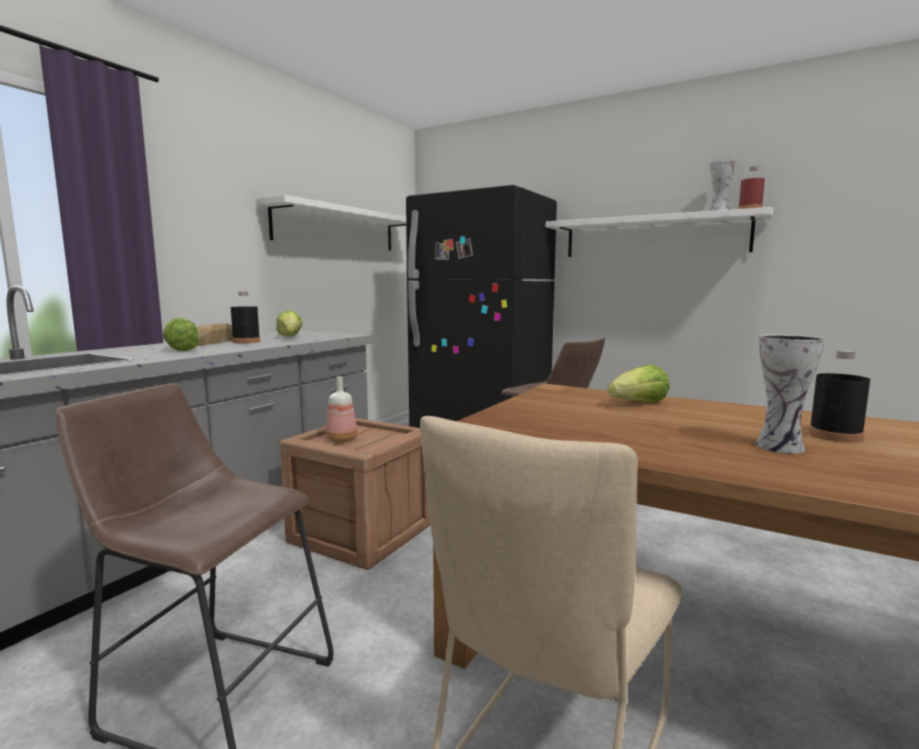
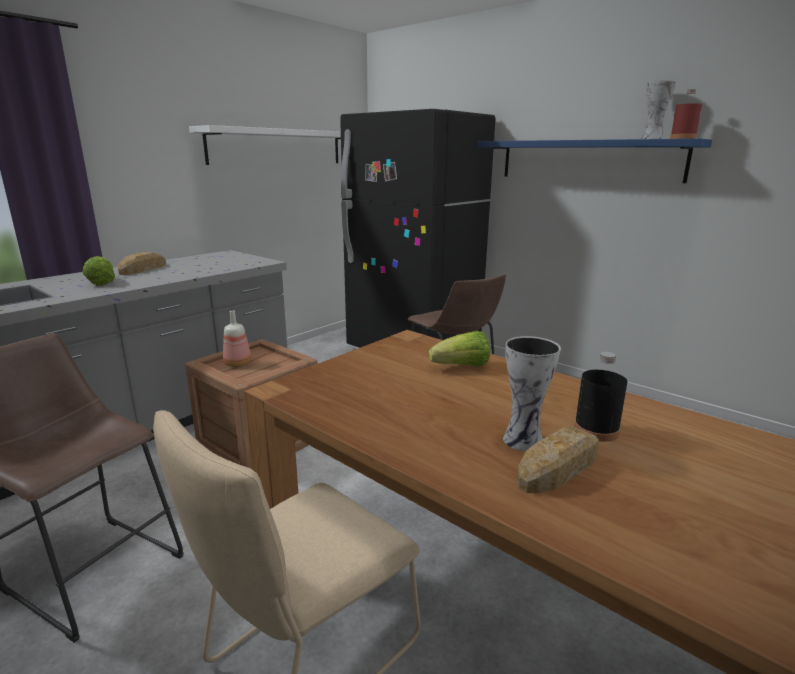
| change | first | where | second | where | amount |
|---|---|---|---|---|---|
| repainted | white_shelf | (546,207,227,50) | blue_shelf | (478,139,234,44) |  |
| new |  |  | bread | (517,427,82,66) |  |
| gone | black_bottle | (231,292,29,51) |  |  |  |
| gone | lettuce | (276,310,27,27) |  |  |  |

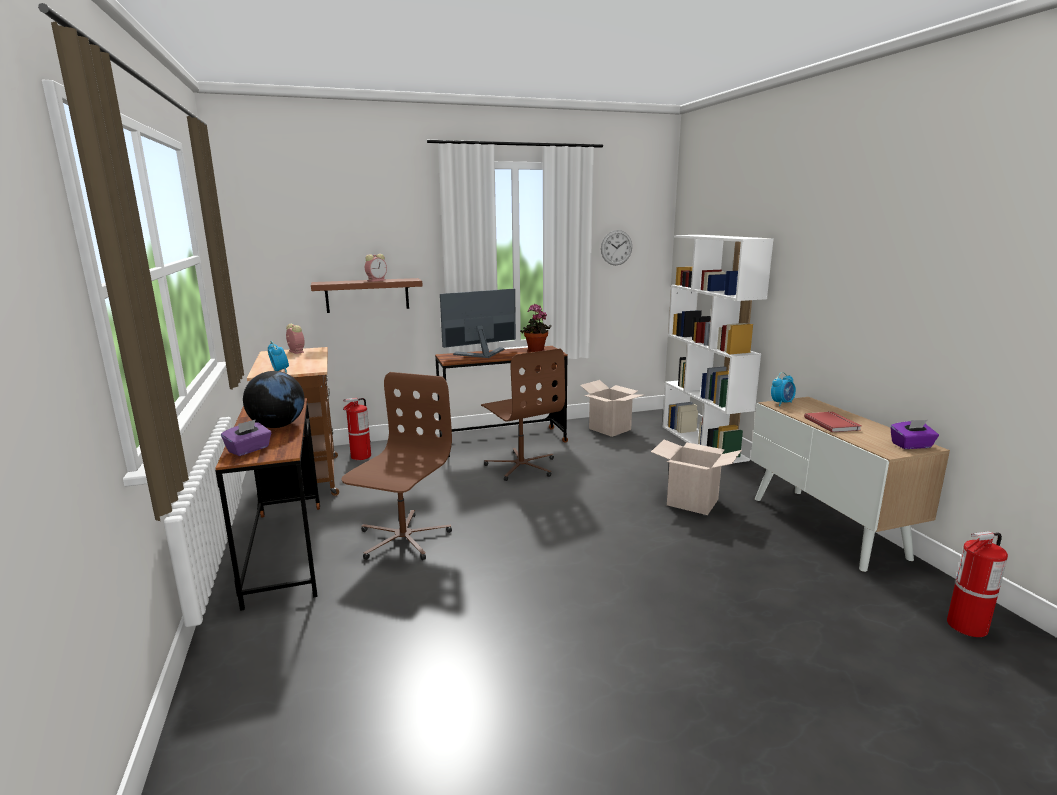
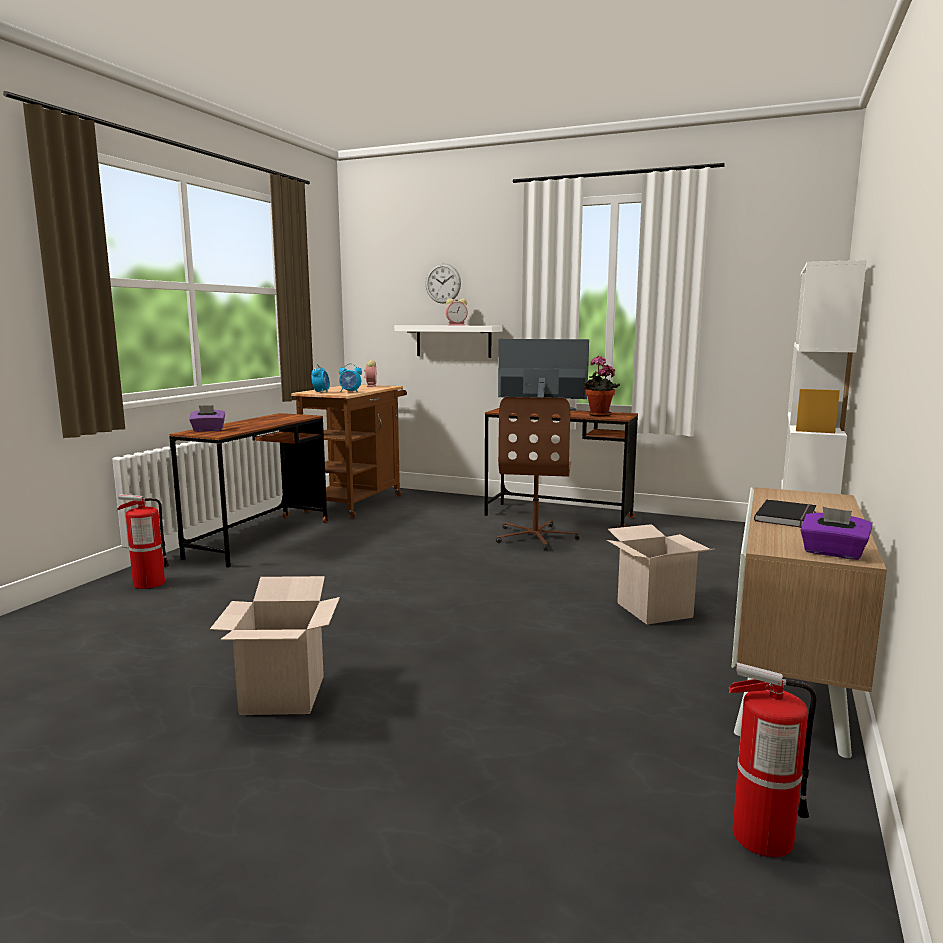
| change | first | where | second | where | amount |
|---|---|---|---|---|---|
| shifted | fire_extinguisher | (343,398,28,62) |  | (117,494,53,95) |  |
| shifted | cardboard_box | (580,380,63,57) |  | (210,576,130,139) |  |
| shifted | alarm_clock | (771,372,25,34) |  | (339,363,23,29) |  |
| repainted | brown_shelf | (311,278,112,35) | white_shelf | (394,325,108,33) |  |
| shifted | wall_clock | (601,230,31,35) |  | (426,263,35,41) |  |
| repainted | red_book | (804,411,57,21) | black_book | (754,499,62,29) |  |
| gone | globe | (243,371,62,57) |  |  |  |
| gone | brown_office_chair | (342,372,110,188) |  |  |  |

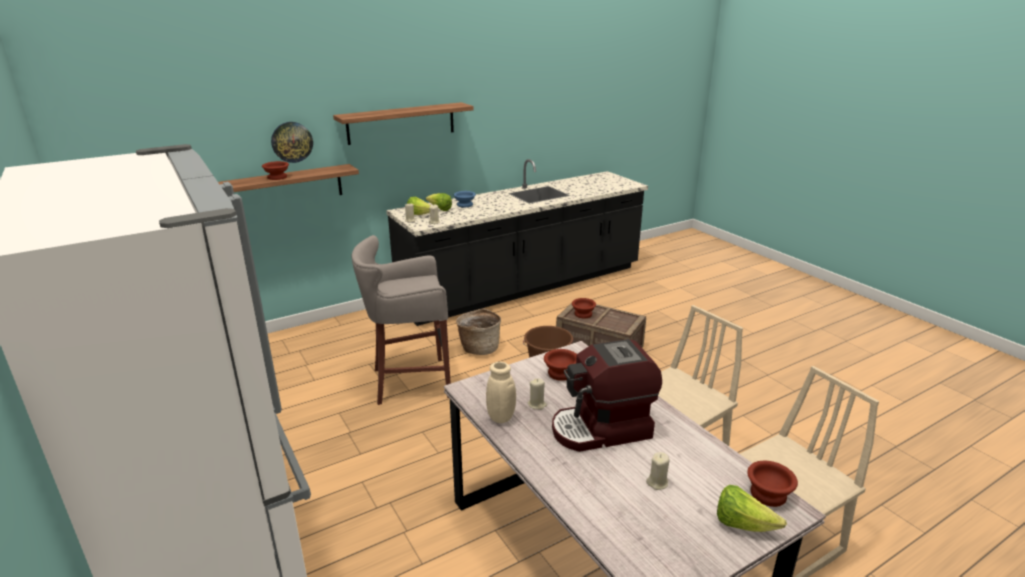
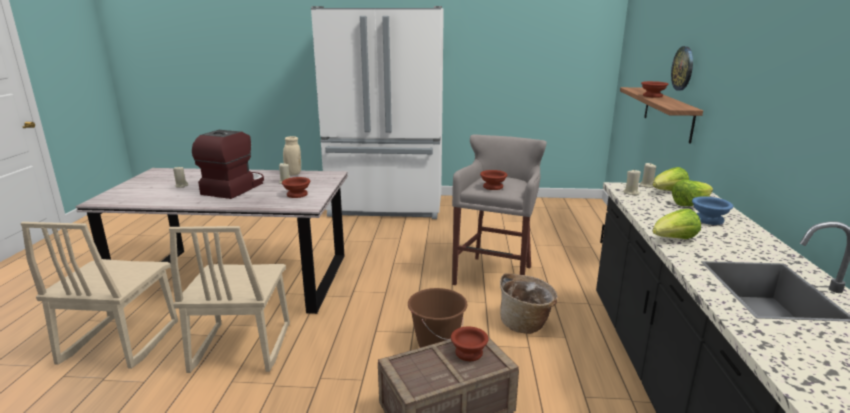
| change | first | where | second | where | amount |
|---|---|---|---|---|---|
| shifted | brown_bowl | (747,460,51,47) |  | (480,170,28,20) |  |
| shifted | lettuce | (717,485,70,47) |  | (652,209,49,30) |  |
| gone | shelf | (333,102,141,43) |  |  |  |

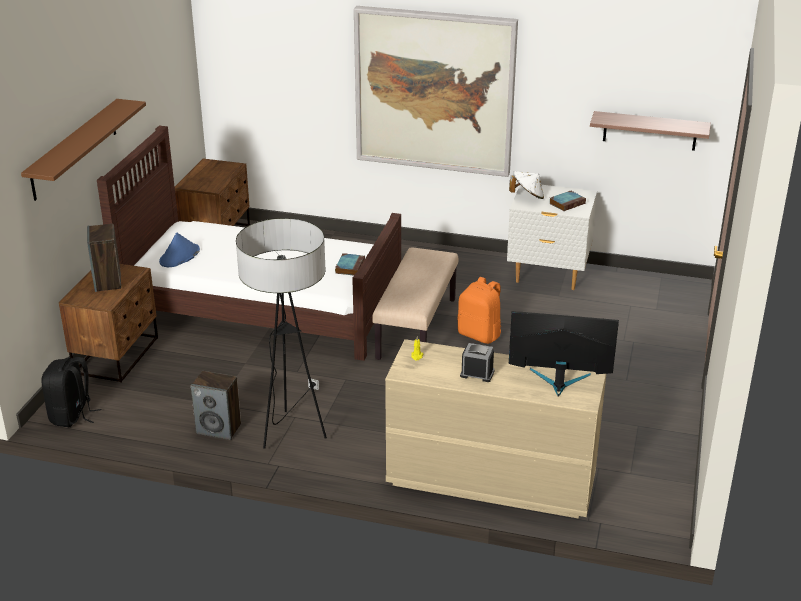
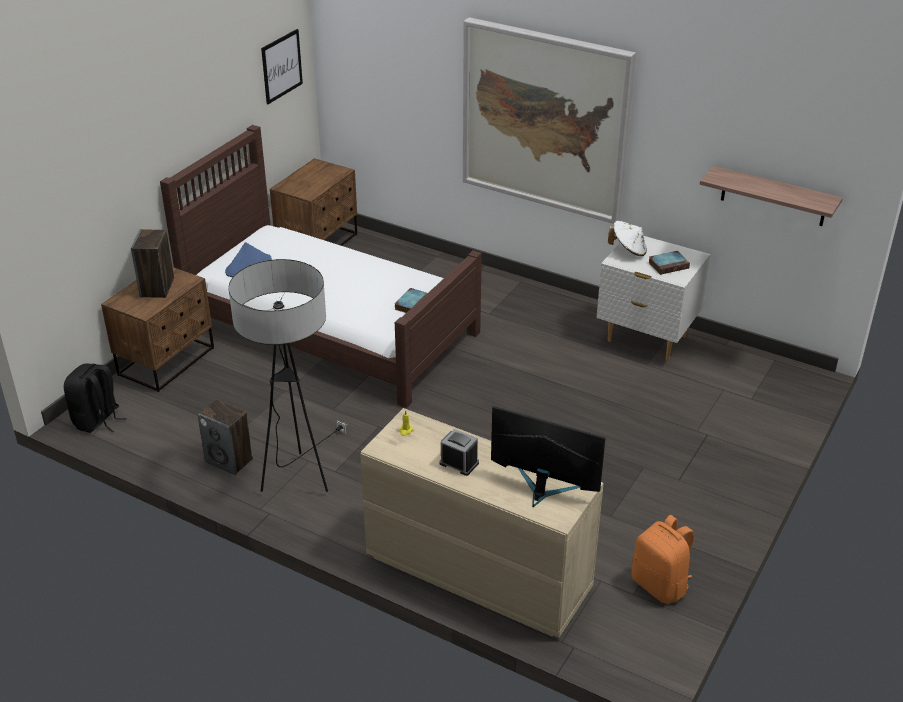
| change | first | where | second | where | amount |
|---|---|---|---|---|---|
| new |  |  | picture | (261,29,42,75) |  |
| shifted | orange_backpack | (457,277,44,67) |  | (632,515,62,88) |  |
| gone | brown_shelf | (21,99,125,102) |  |  |  |
| gone | beige_bench | (372,247,86,113) |  |  |  |

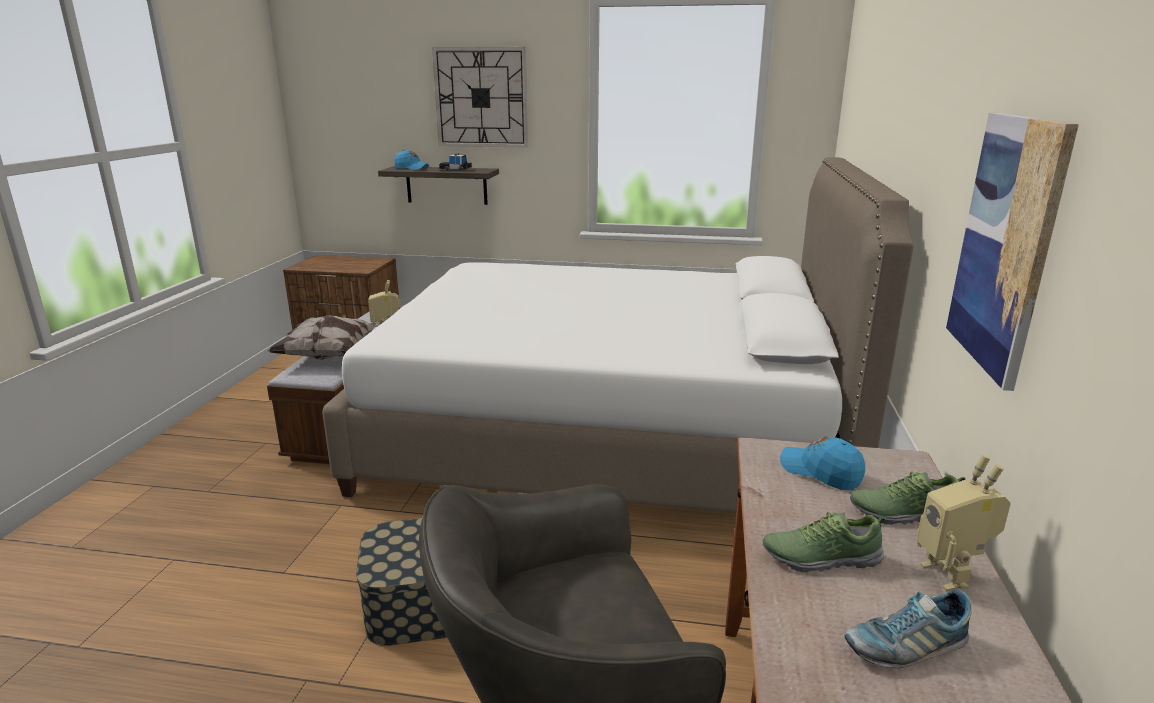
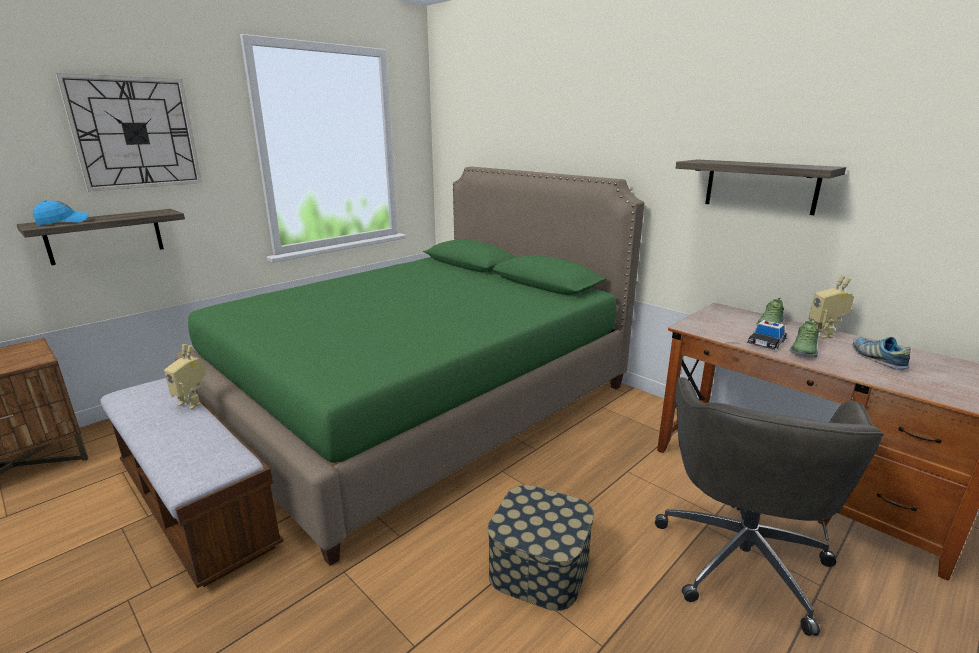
| change | first | where | second | where | amount |
|---|---|---|---|---|---|
| repainted | white_bed | (322,157,592,356) | green_bed | (175,167,469,399) |  |
| swapped | picture | (946,113,133,278) | shelf | (676,159,170,56) |  |
| shifted | toy_car | (439,153,34,18) |  | (747,320,40,30) |  |
| rotated | toy_robot | (917,455,94,137) |  | (809,275,45,64) | 60 degrees clockwise |
| rotated | shoe | (845,589,127,79) |  | (853,337,58,32) | 150 degrees clockwise |
| gone | pillow | (268,315,114,45) |  |  |  |
| gone | blue_cap | (780,436,85,54) |  |  |  |

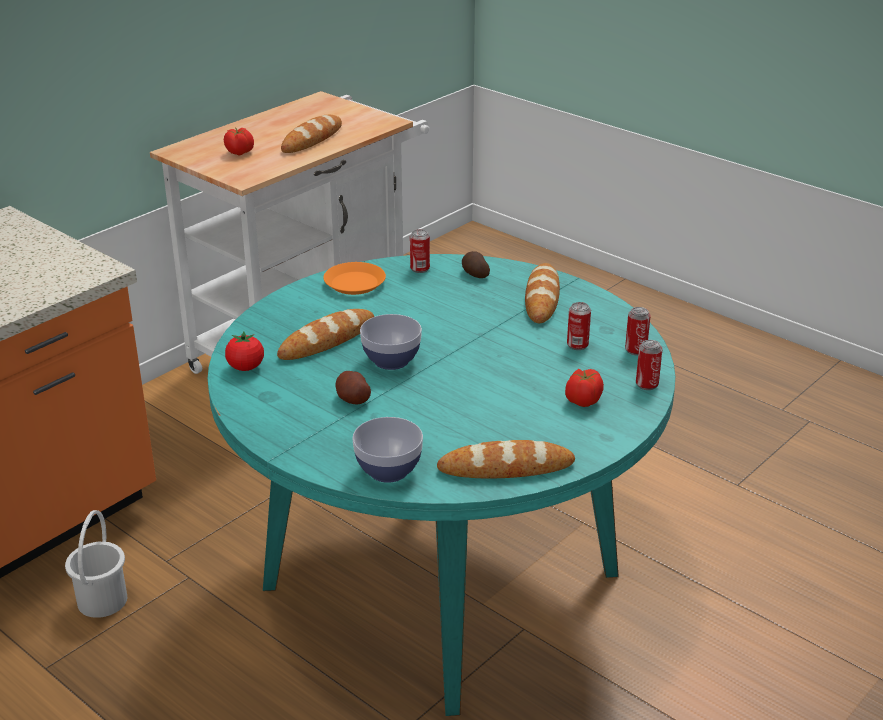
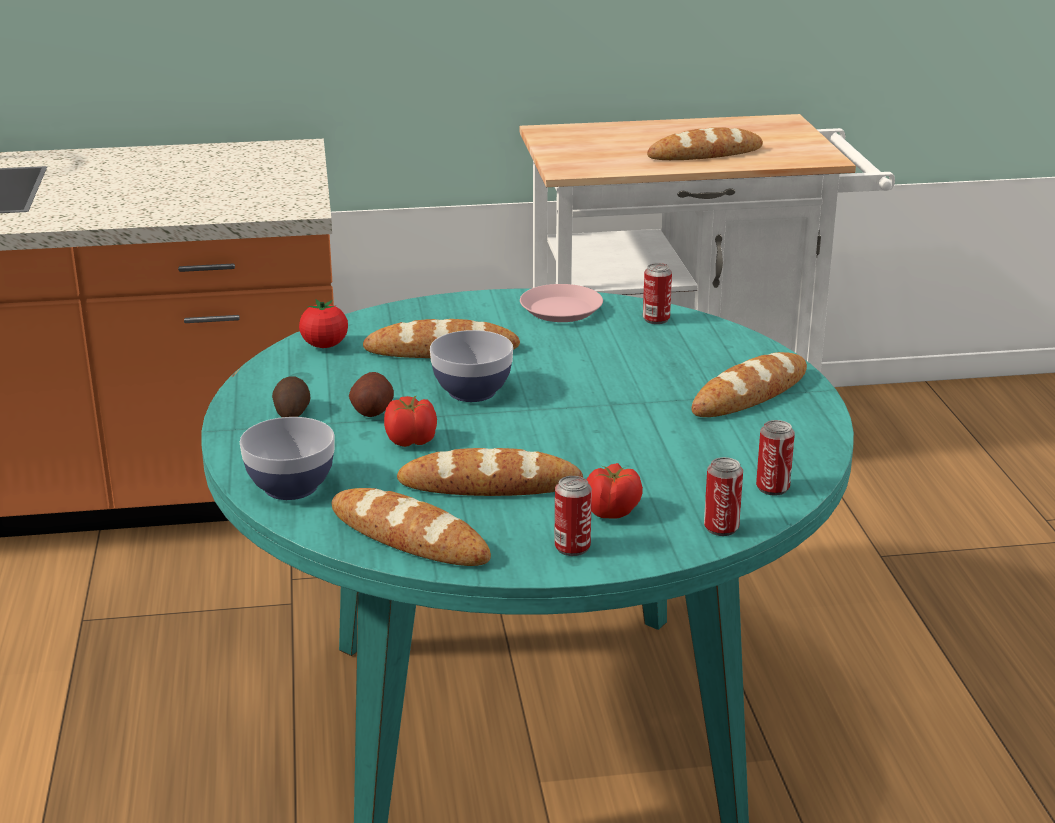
| change | first | where | second | where | amount |
|---|---|---|---|---|---|
| shifted | potato | (462,251,28,27) |  | (272,377,38,40) |  |
| shifted | tomato | (224,128,30,27) |  | (384,396,53,51) |  |
| new |  |  | bread | (397,448,186,48) |  |
| repainted | orange_plate | (323,262,63,33) | pink_plate | (520,284,83,38) |  |
| shifted | can | (567,302,24,48) |  | (554,476,38,80) |  |
| gone | white_bucket | (65,510,62,108) |  |  |  |

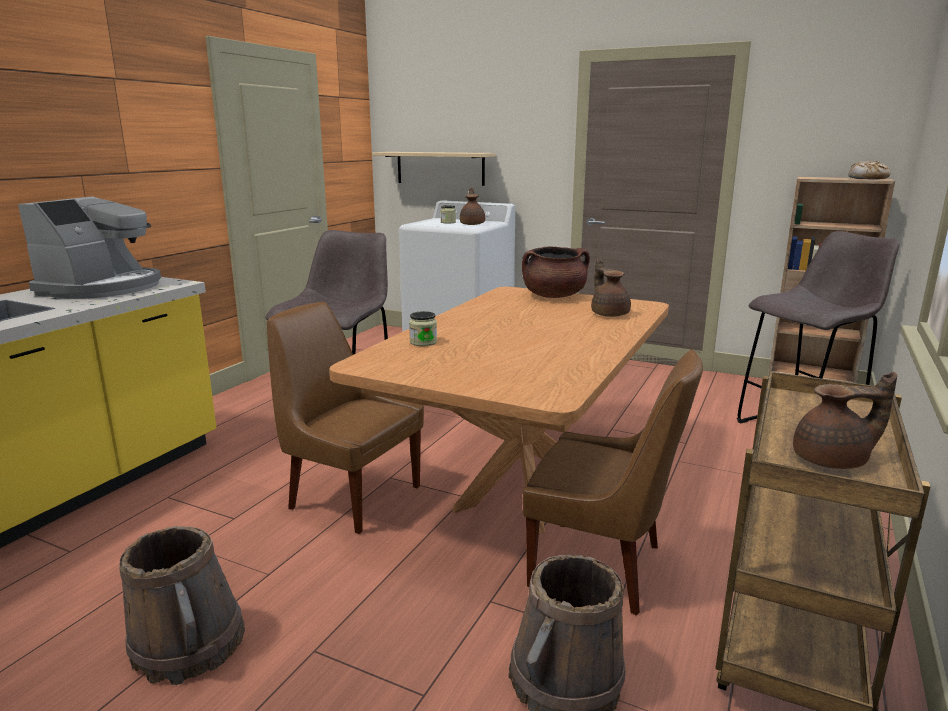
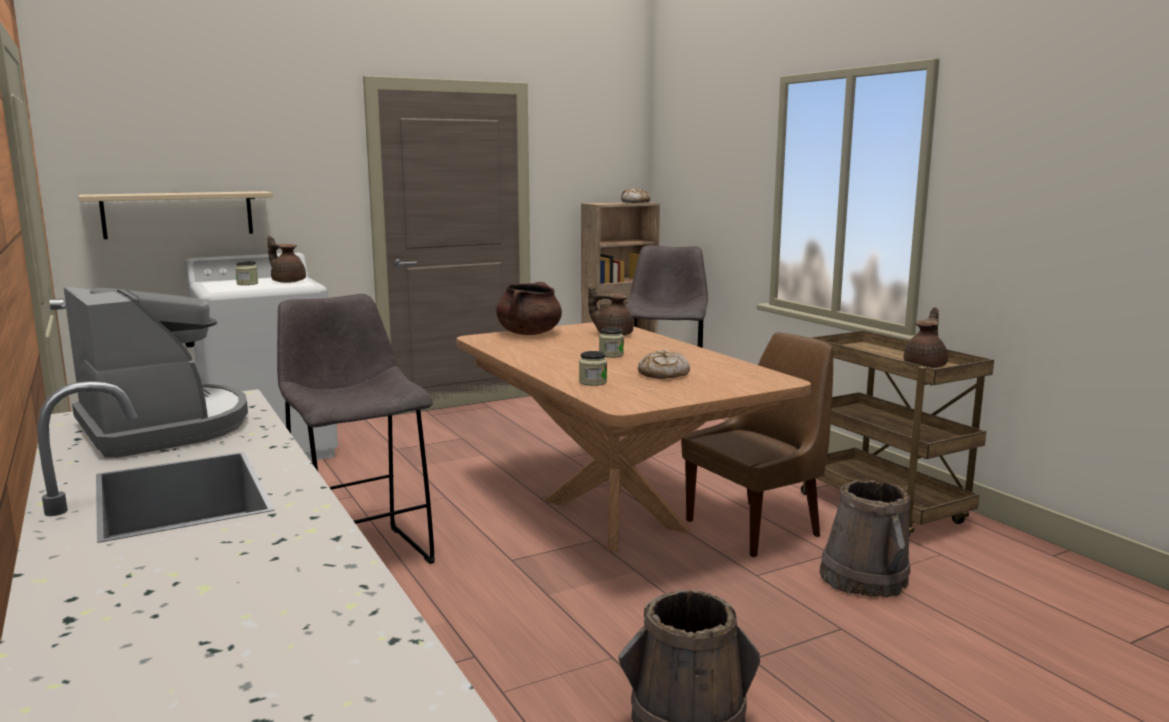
| change | first | where | second | where | amount |
|---|---|---|---|---|---|
| new |  |  | jar | (599,328,25,30) |  |
| new |  |  | bread | (638,350,52,29) |  |
| gone | brown_chair | (267,302,157,232) |  |  |  |

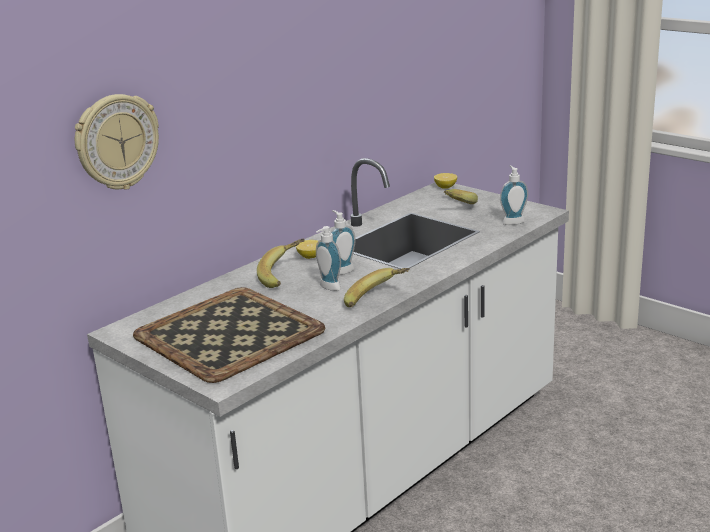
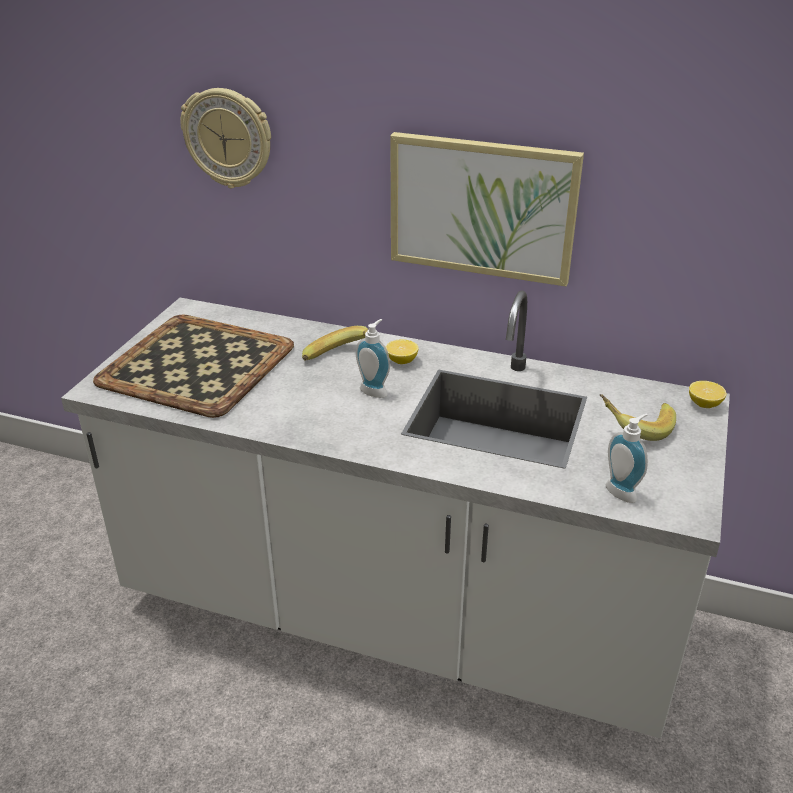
| change | first | where | second | where | amount |
|---|---|---|---|---|---|
| new |  |  | picture | (390,132,194,155) |  |
| gone | soap_dispenser | (316,226,25,65) |  |  |  |
| gone | banana | (344,268,66,39) |  |  |  |

